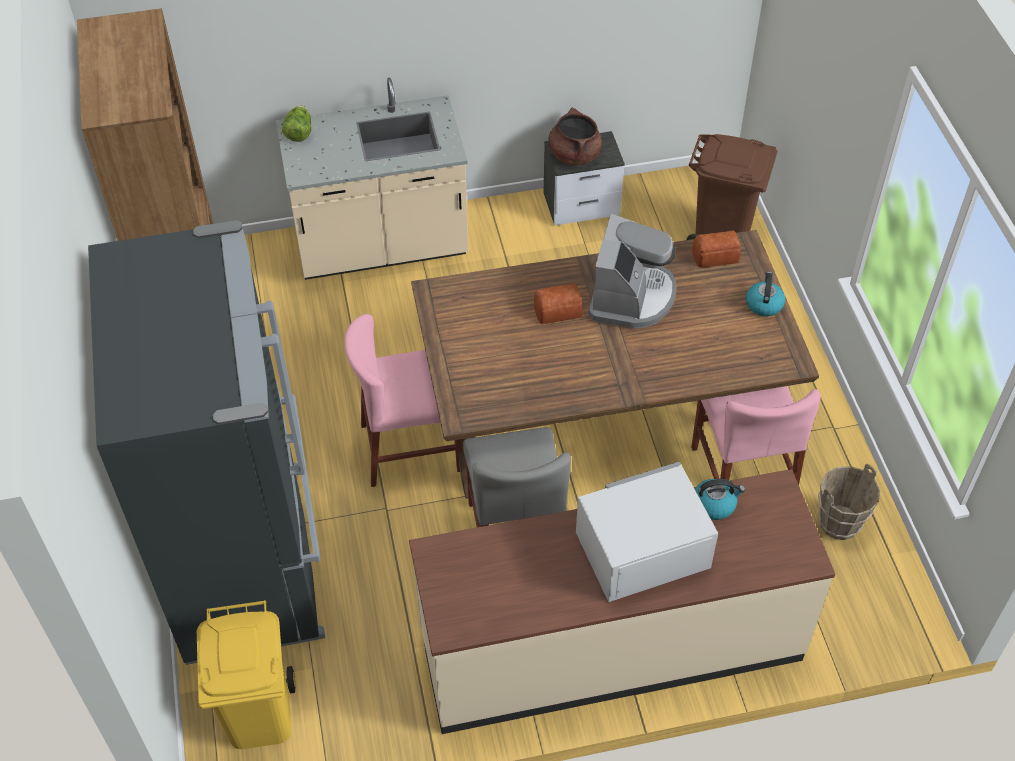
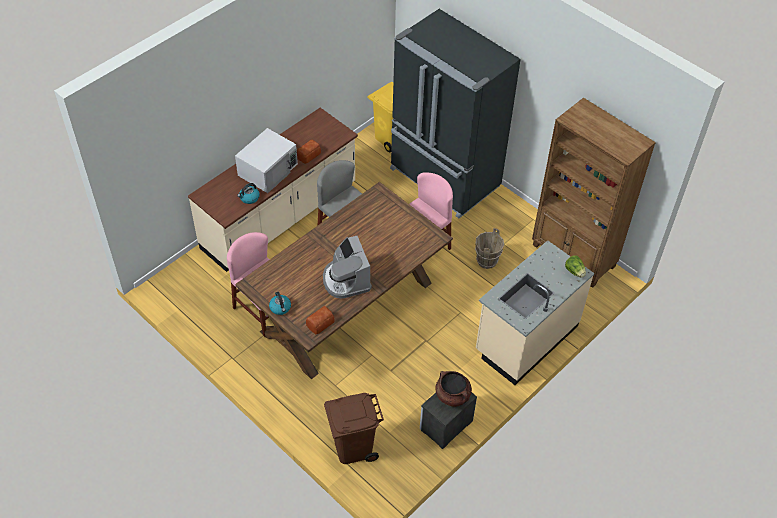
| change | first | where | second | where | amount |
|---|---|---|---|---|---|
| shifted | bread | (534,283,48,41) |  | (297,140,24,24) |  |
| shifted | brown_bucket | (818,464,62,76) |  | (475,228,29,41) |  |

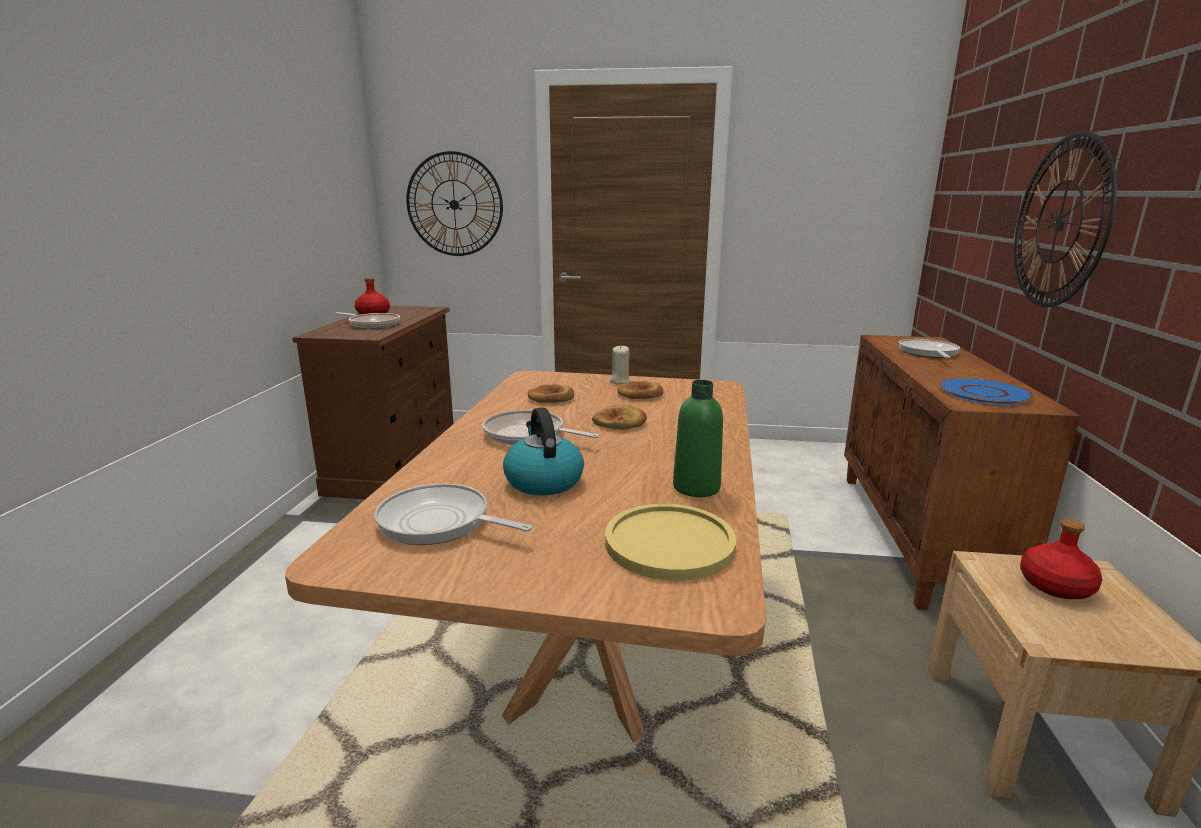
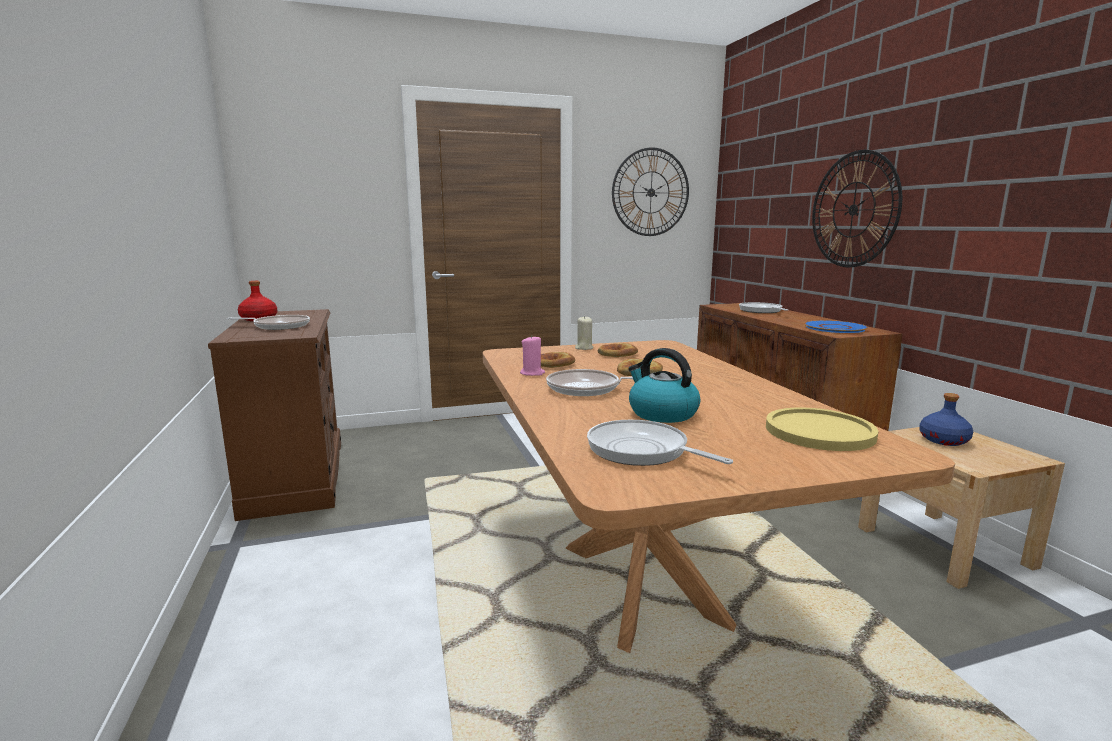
| change | first | where | second | where | amount |
|---|---|---|---|---|---|
| new |  |  | pink_candle | (520,335,25,41) |  |
| rotated | frying_pan | (374,484,158,61) |  | (587,420,146,46) | 45 degrees clockwise |
| shifted | wall_clock | (406,151,97,105) |  | (612,148,77,88) |  |
| repainted | red_bottle | (1020,519,82,80) | blue_bottle | (919,393,54,53) |  |
| gone | green_bottle | (673,380,50,117) |  |  |  |

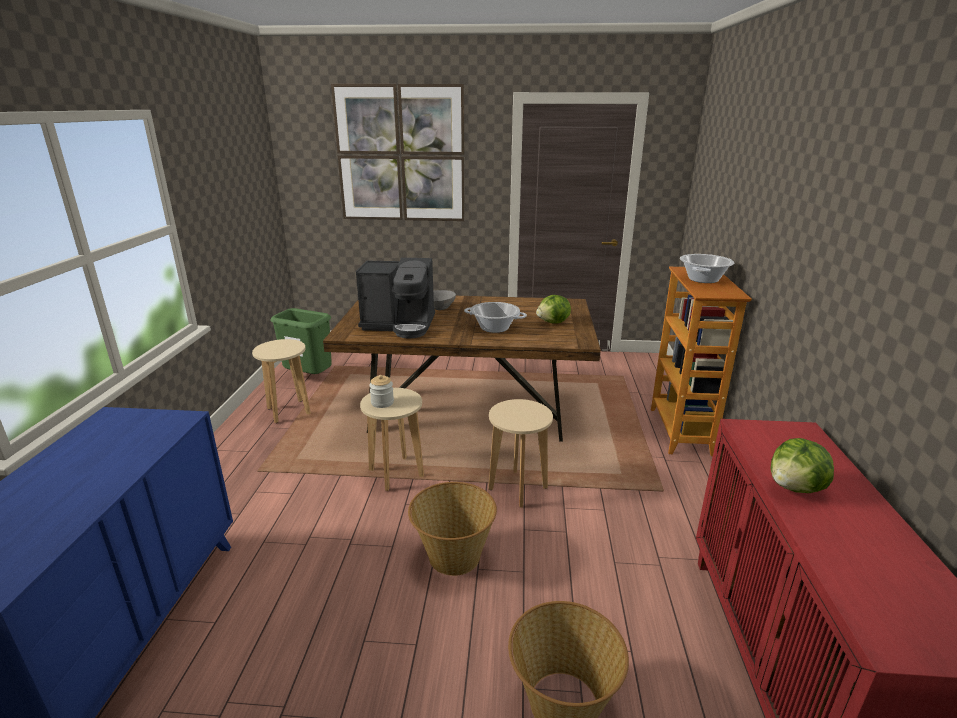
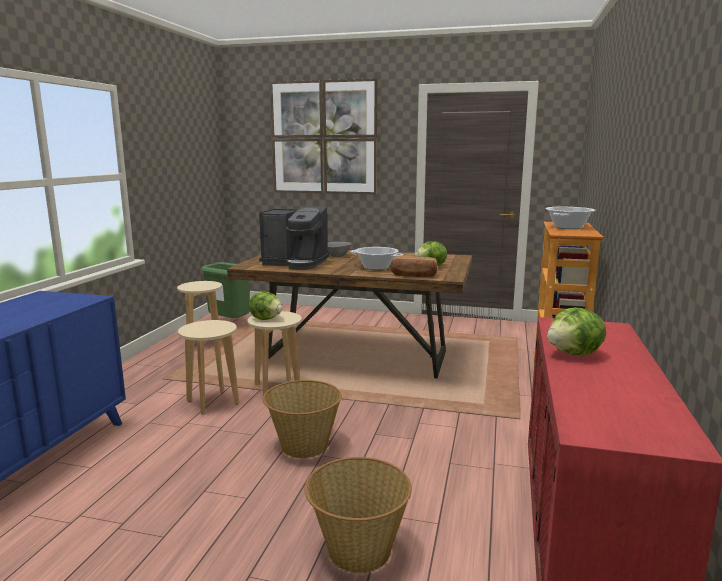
| change | first | where | second | where | amount |
|---|---|---|---|---|---|
| shifted | beige_stool | (488,399,65,109) |  | (178,320,61,95) |  |
| swapped | jar | (369,375,25,33) | lettuce | (249,292,34,28) |  |
| new |  |  | bread | (391,256,46,21) |  |

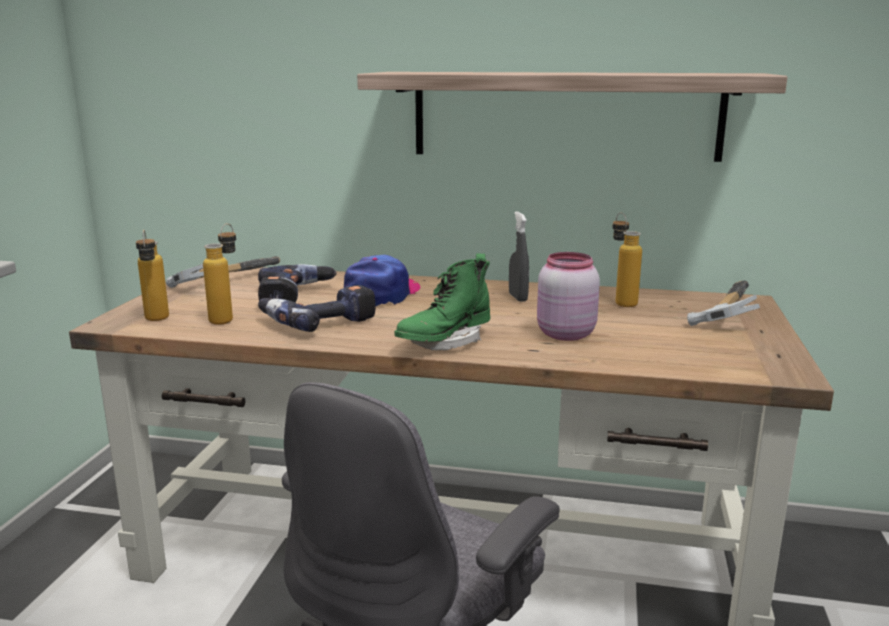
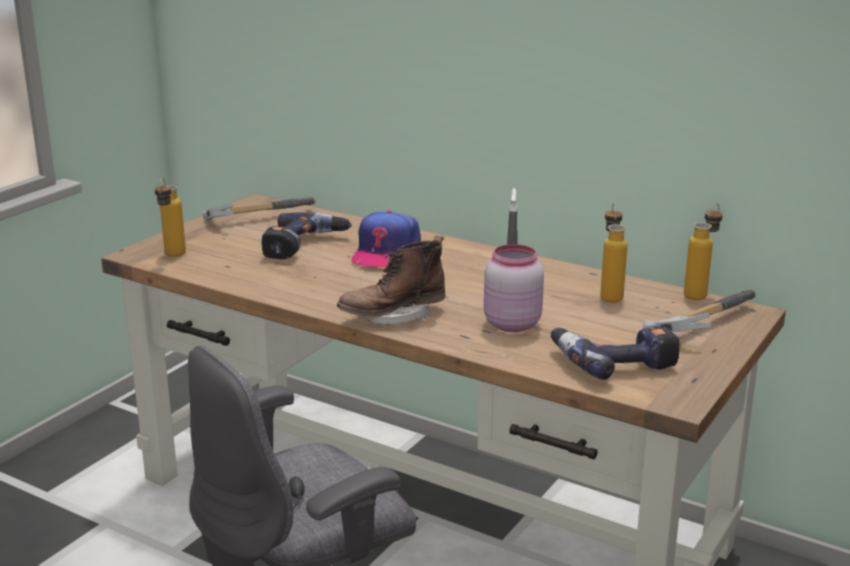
| change | first | where | second | where | amount |
|---|---|---|---|---|---|
| repainted | green_boot | (394,254,96,96) | brown_boot | (337,236,108,89) |  |
| rotated | cap | (344,255,76,52) |  | (352,211,69,56) | 150 degrees clockwise |
| shifted | power_drill | (258,285,118,47) |  | (551,326,129,54) |  |
| shifted | bottle | (203,223,33,102) |  | (684,203,39,97) |  |
| gone | shelf | (357,72,430,90) |  |  |  |

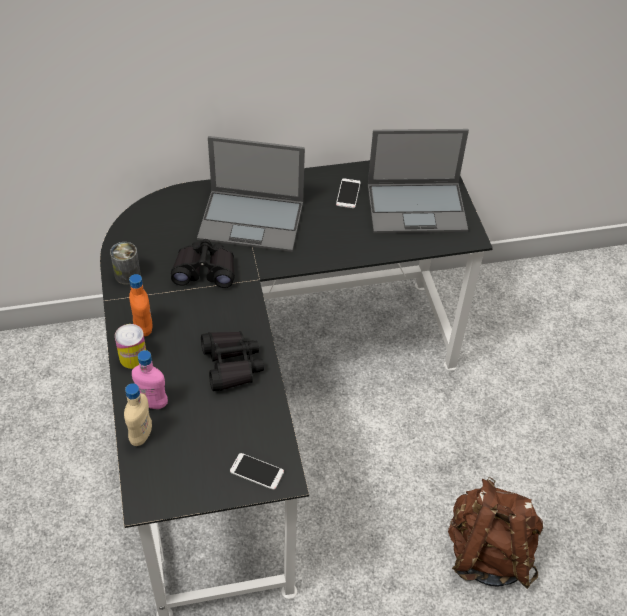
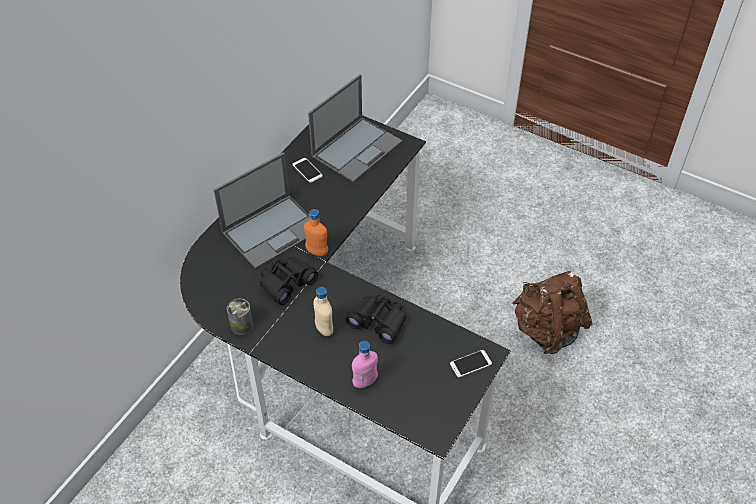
| change | first | where | second | where | amount |
|---|---|---|---|---|---|
| shifted | orange_bottle | (129,274,24,63) |  | (304,209,24,47) |  |
| shifted | beige_bottle | (124,383,28,63) |  | (314,287,19,49) |  |
| gone | can | (115,324,31,45) |  |  |  |

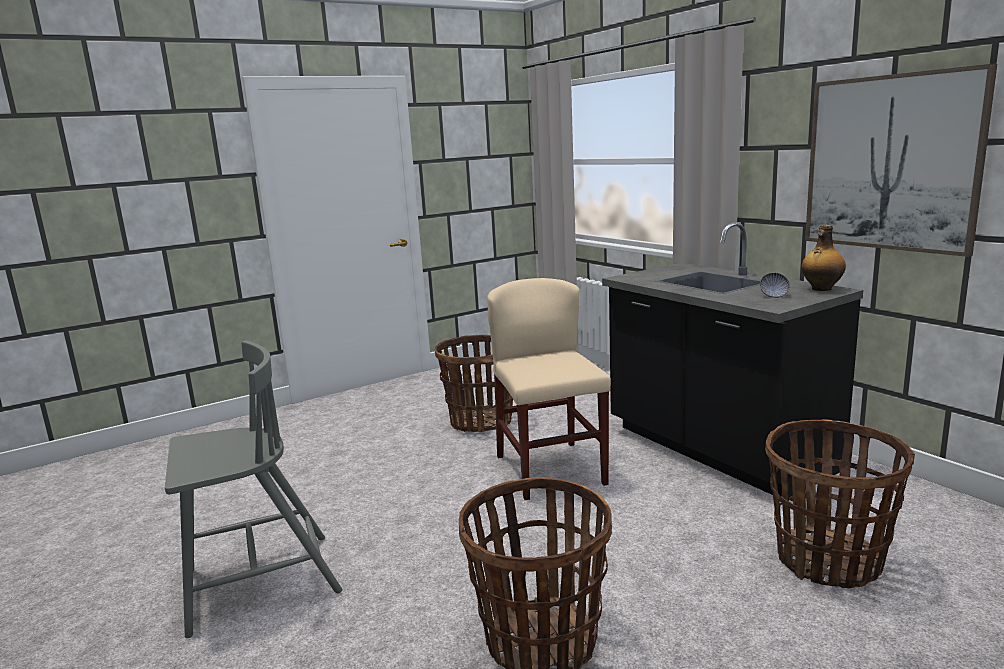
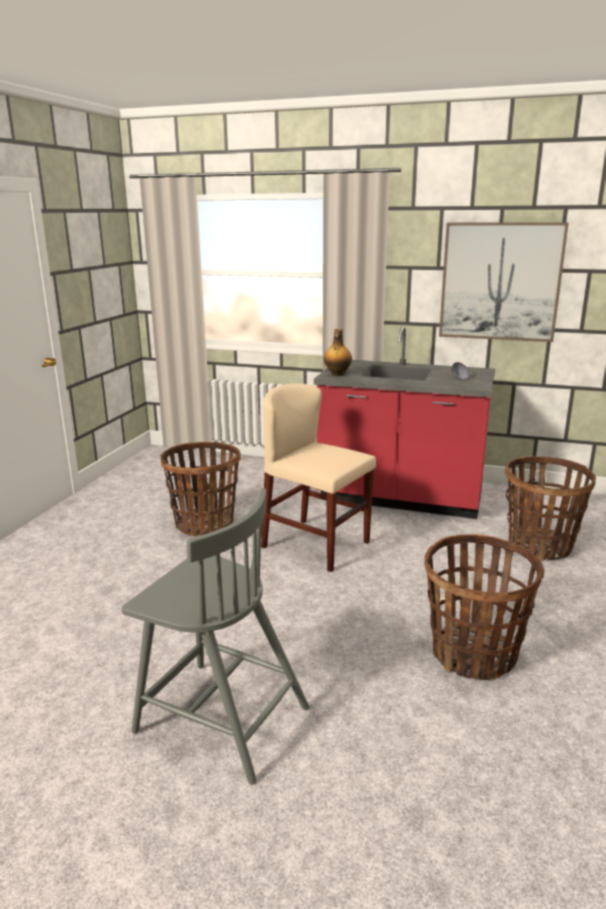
| change | first | where | second | where | amount |
|---|---|---|---|---|---|
| rotated | grey_chair | (165,341,177,297) |  | (121,488,188,297) | 90 degrees clockwise |
| repainted | black_counter | (602,222,261,275) | red_counter | (314,326,181,193) |  |
| shifted | bottle | (801,225,45,66) |  | (324,329,28,47) |  |

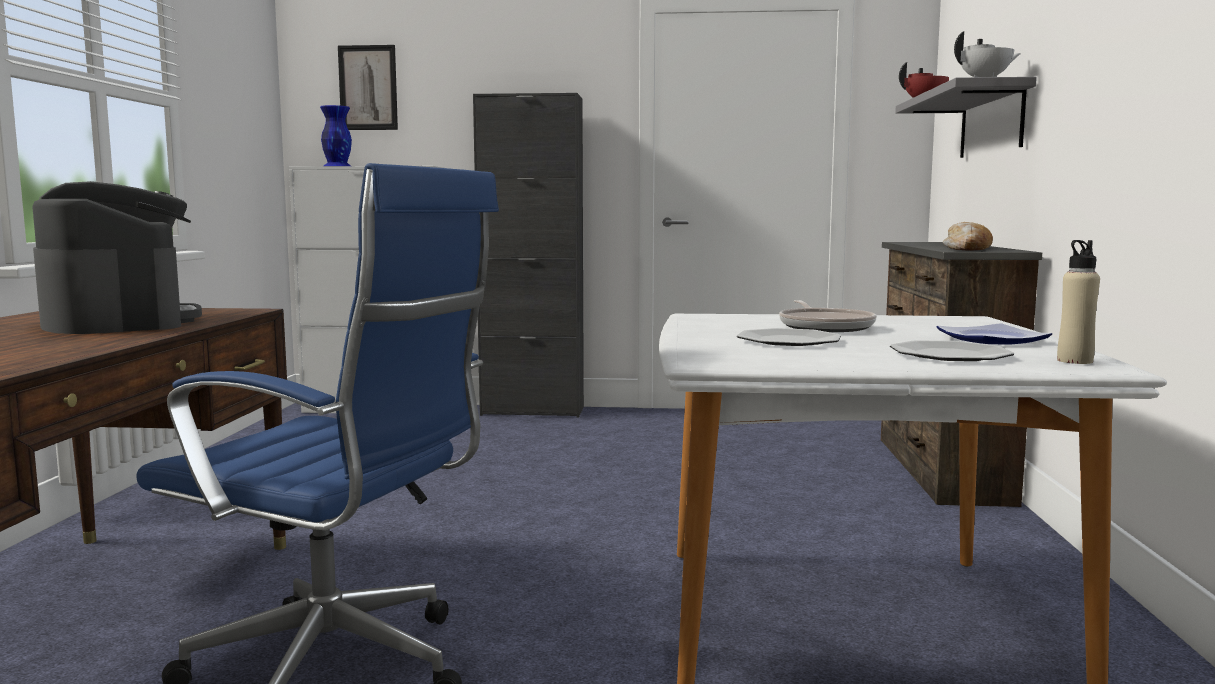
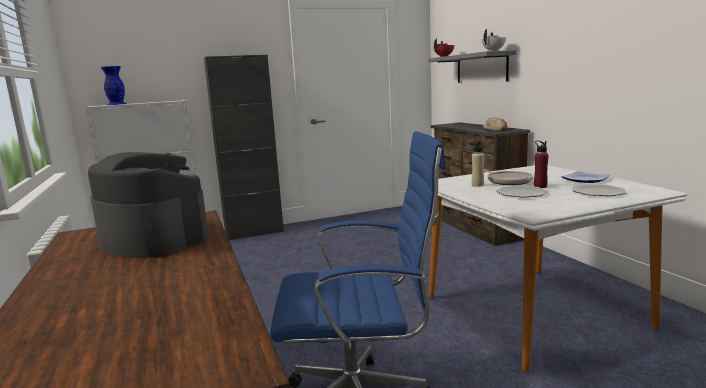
| change | first | where | second | where | amount |
|---|---|---|---|---|---|
| shifted | beige_bottle | (1057,240,43,124) |  | (472,141,12,46) |  |
| new |  |  | red_bottle | (534,141,15,47) |  |
| gone | picture | (338,45,60,85) |  |  |  |

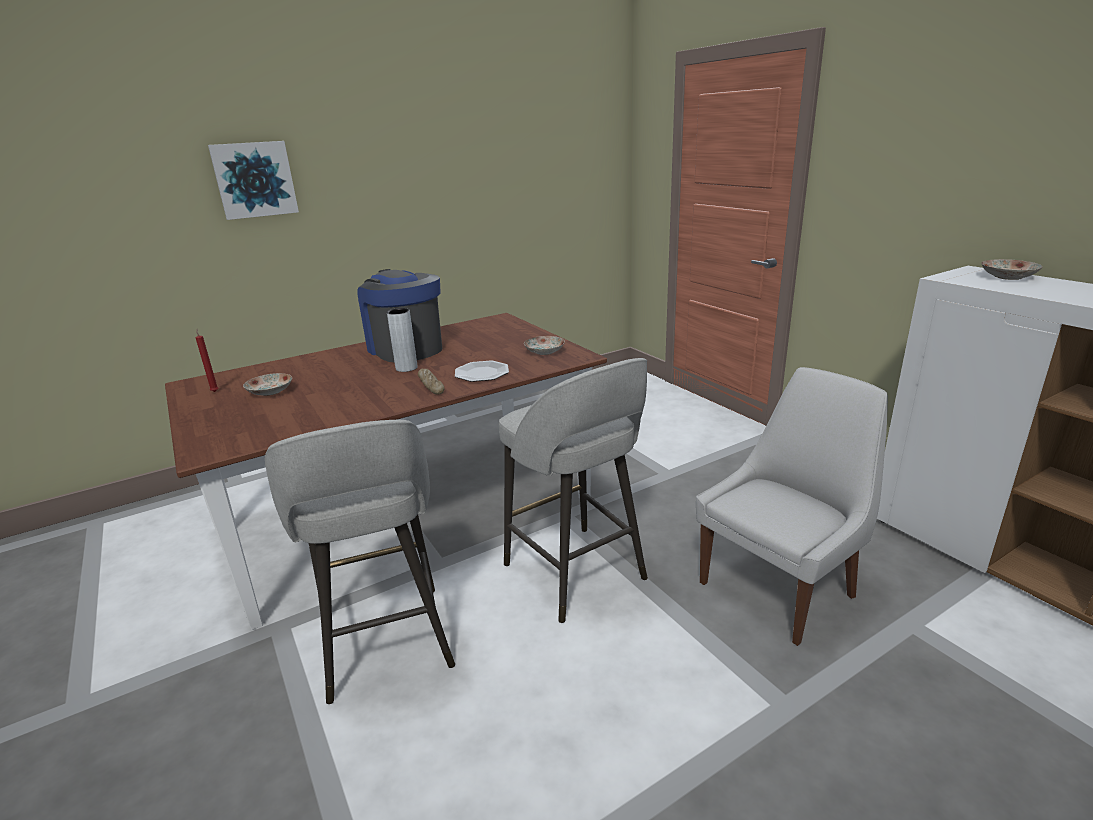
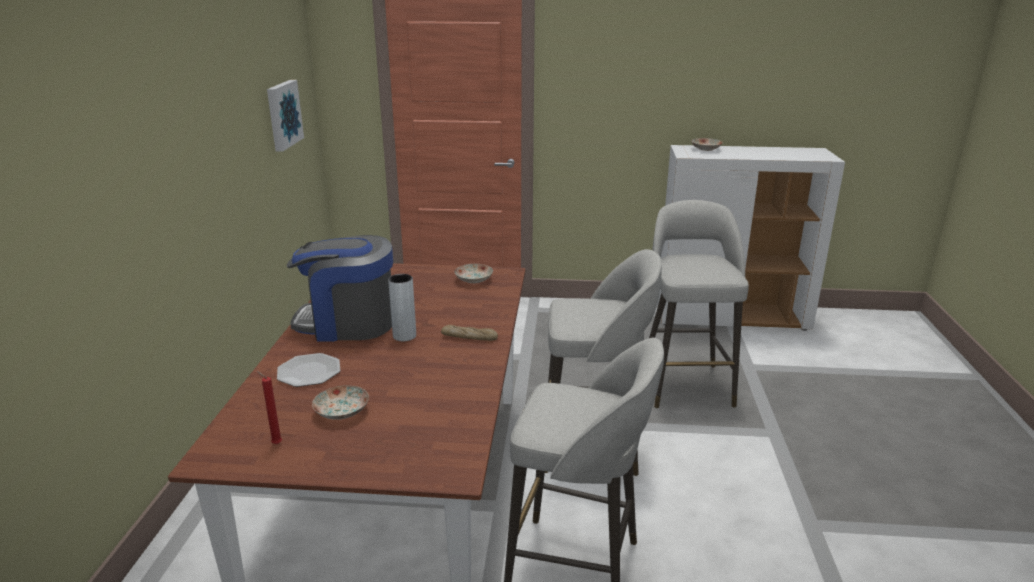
| change | first | where | second | where | amount |
|---|---|---|---|---|---|
| shifted | picture | (208,141,91,79) |  | (267,80,37,72) |  |
| shifted | plate | (455,360,54,22) |  | (277,353,63,34) |  |
| swapped | white_chair | (696,367,192,279) | grey_stool | (649,200,100,208) |  |

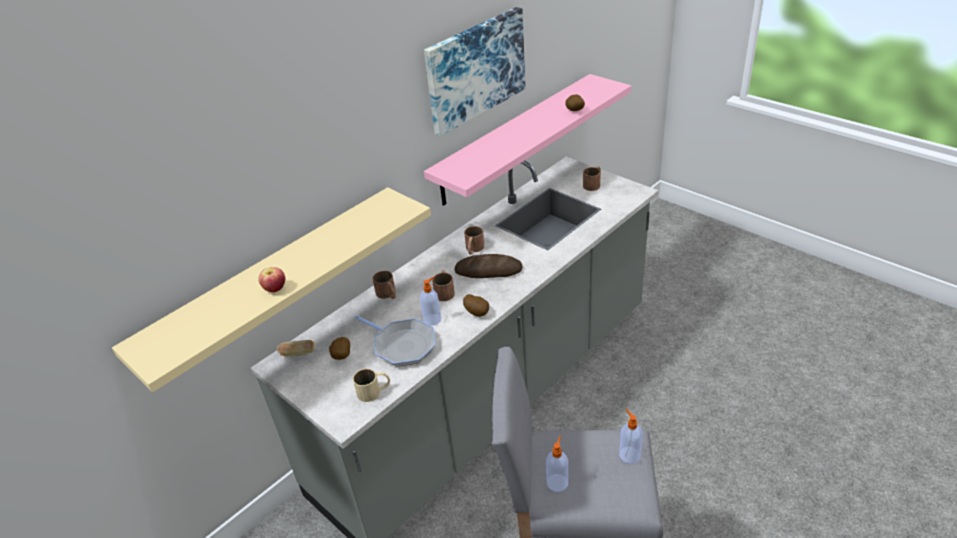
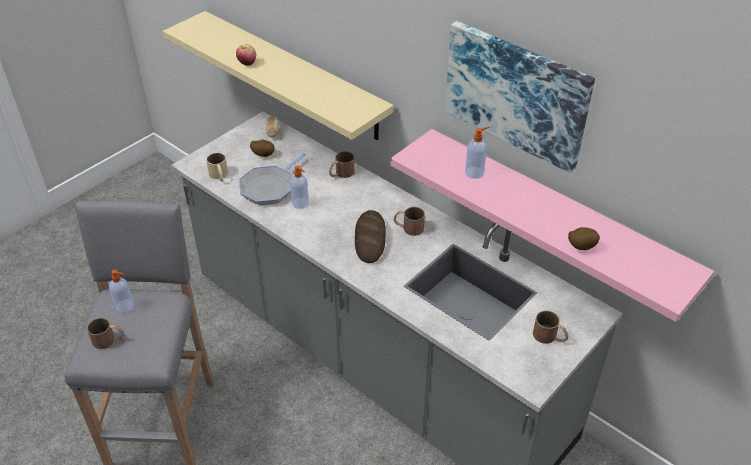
| change | first | where | second | where | amount |
|---|---|---|---|---|---|
| shifted | brown_mug | (432,270,23,31) |  | (87,318,37,31) |  |
| shifted | soap_dispenser | (619,408,24,56) |  | (465,127,25,52) |  |
| gone | potato | (463,294,26,23) |  |  |  |

